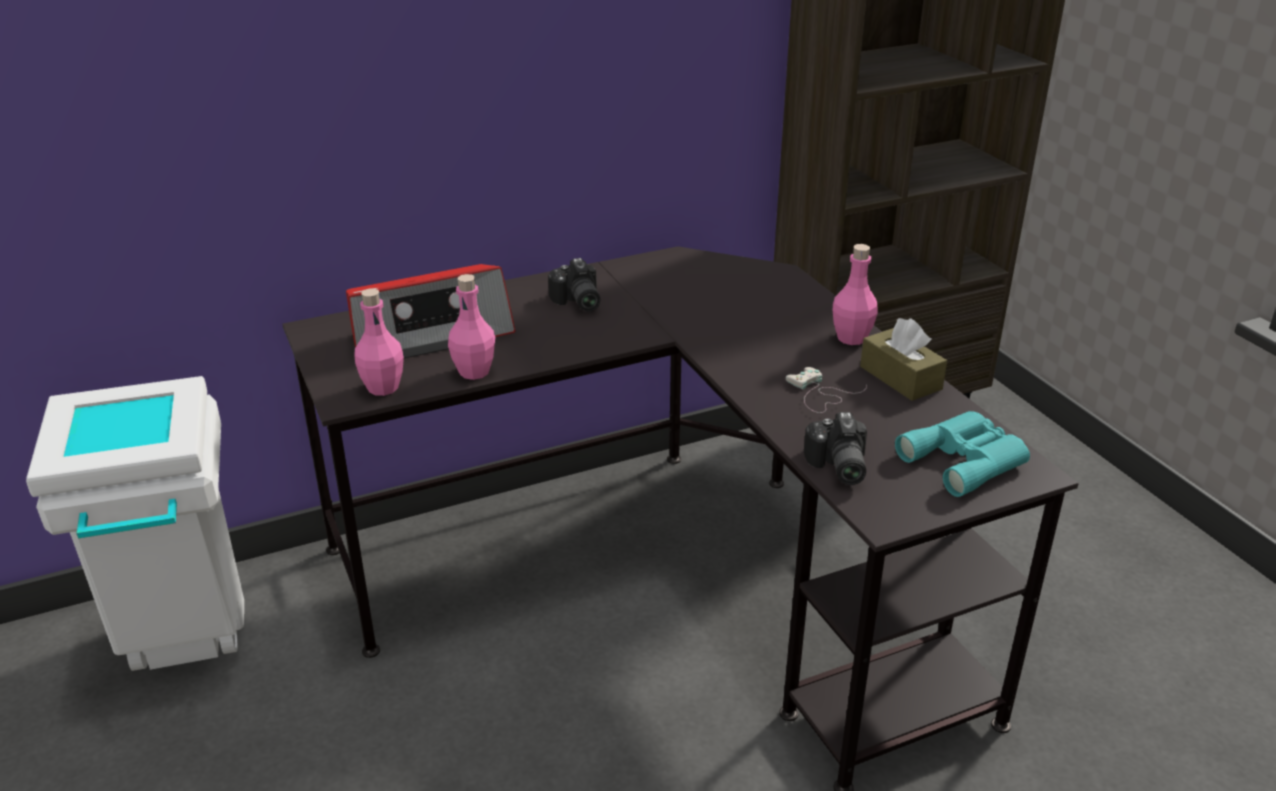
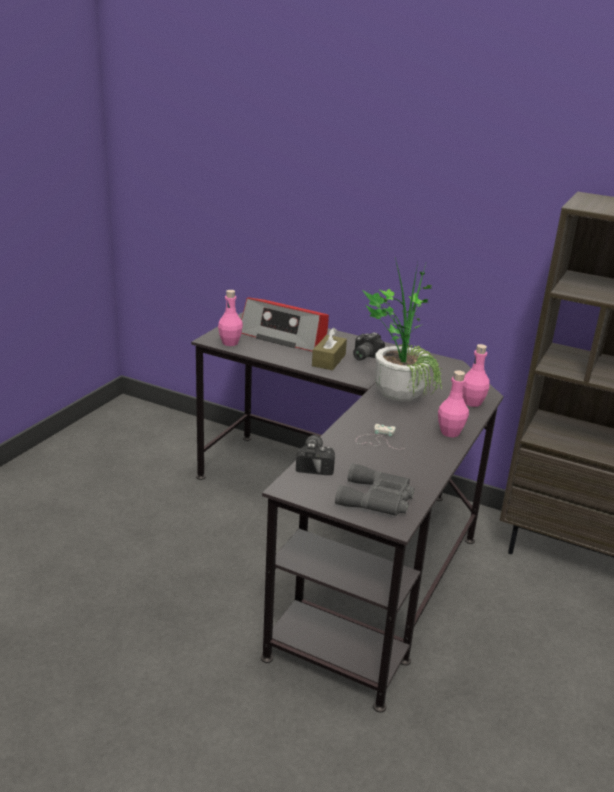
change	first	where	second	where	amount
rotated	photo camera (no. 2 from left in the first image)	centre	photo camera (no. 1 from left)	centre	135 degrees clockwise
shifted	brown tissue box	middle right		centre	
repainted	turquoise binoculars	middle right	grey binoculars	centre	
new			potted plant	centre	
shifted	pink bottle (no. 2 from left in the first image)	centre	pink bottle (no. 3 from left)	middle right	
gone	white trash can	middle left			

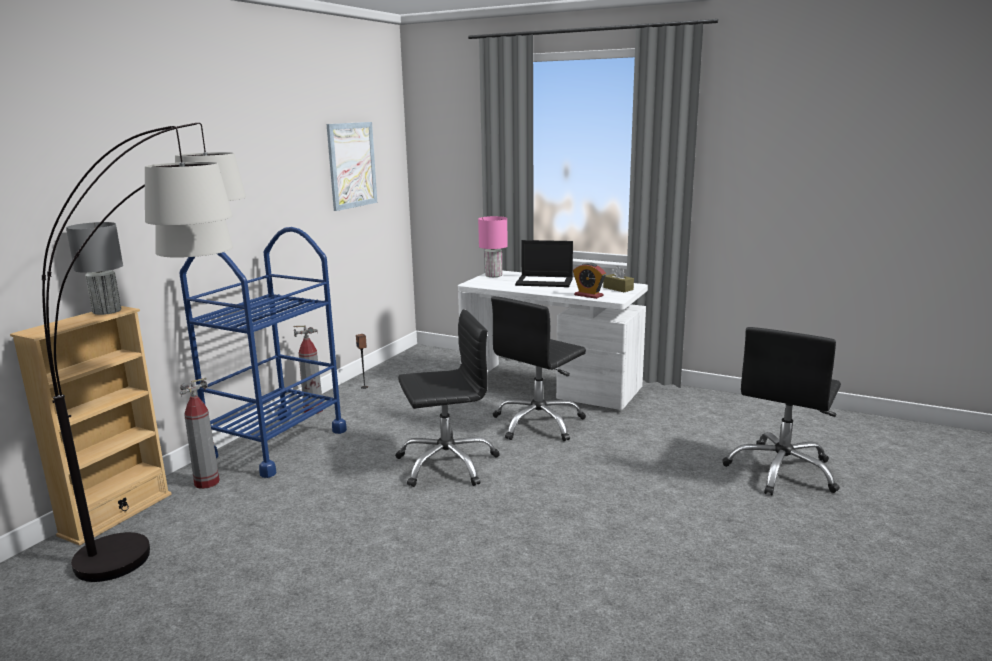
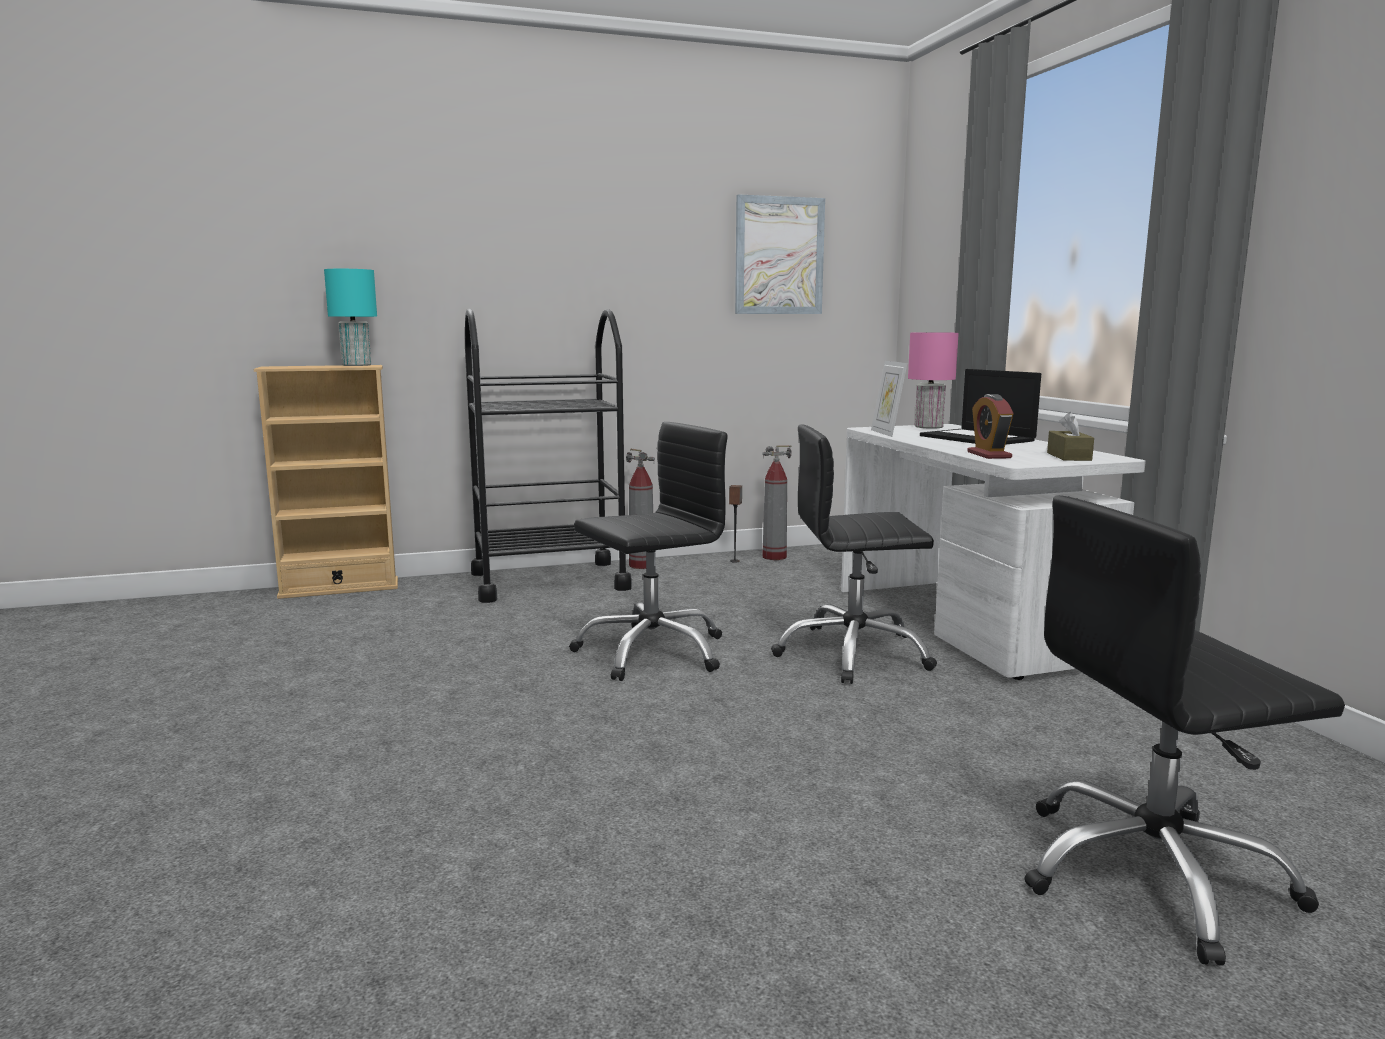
change	first	where	second	where	amount
repainted	grey table lamp	middle left	turquoise table lamp	top left	
repainted	blue cart	middle left	black cart	centre	
rotated	black office chair (no. 1 from left)	centre		centre	60 degrees counterclockwise
shifted	fire extinguisher (no. 1 from left in the first image)	middle left	fire extinguisher (no. 2 from left)	centre	
new			picture frame	centre	
gone	floor lamp	middle left			

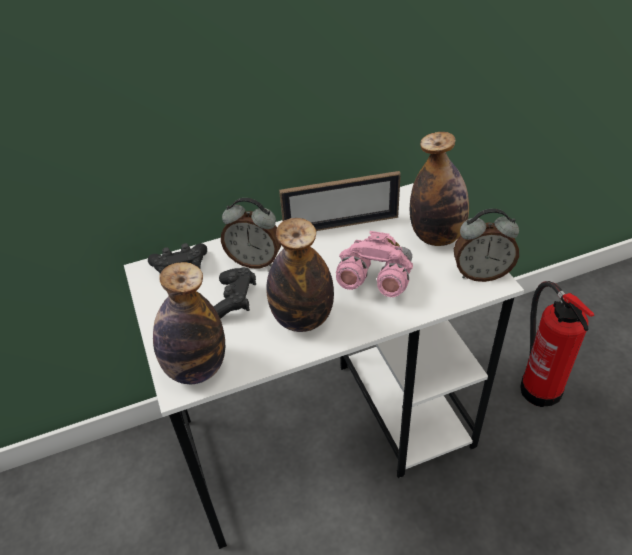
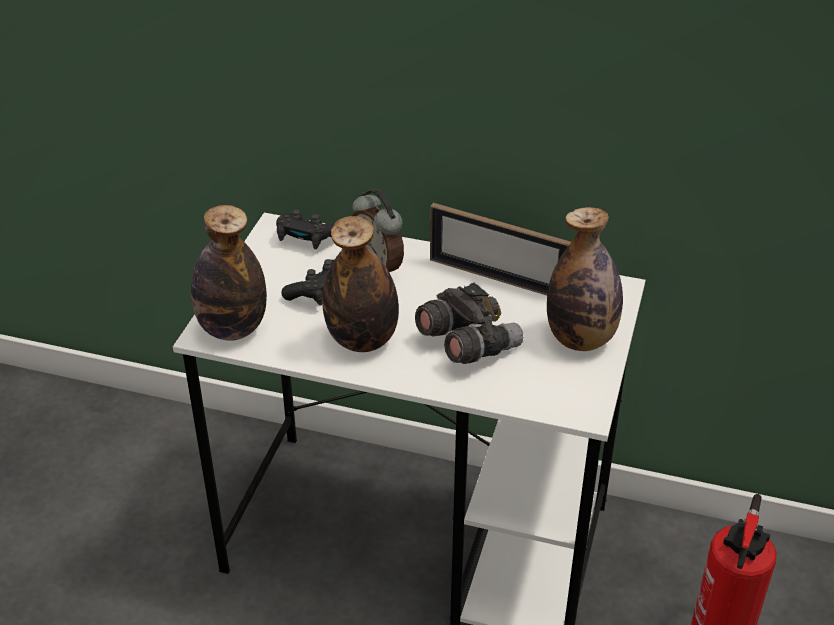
change	first	where	second	where	amount
repainted	pink binoculars	centre	grey binoculars	centre	
gone	alarm clock (no. 2 from left)	middle right			

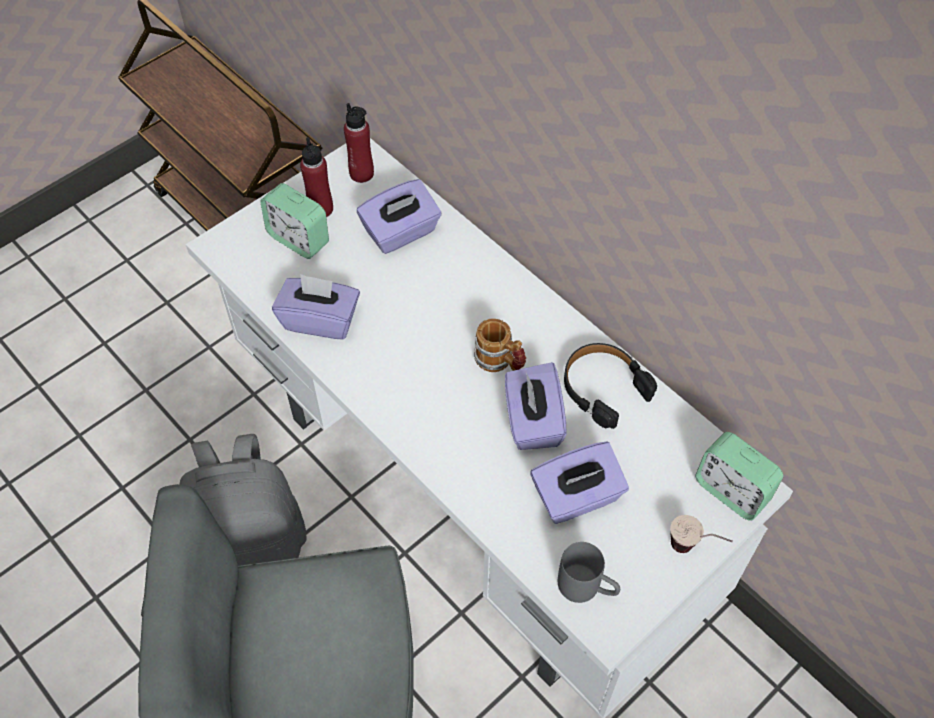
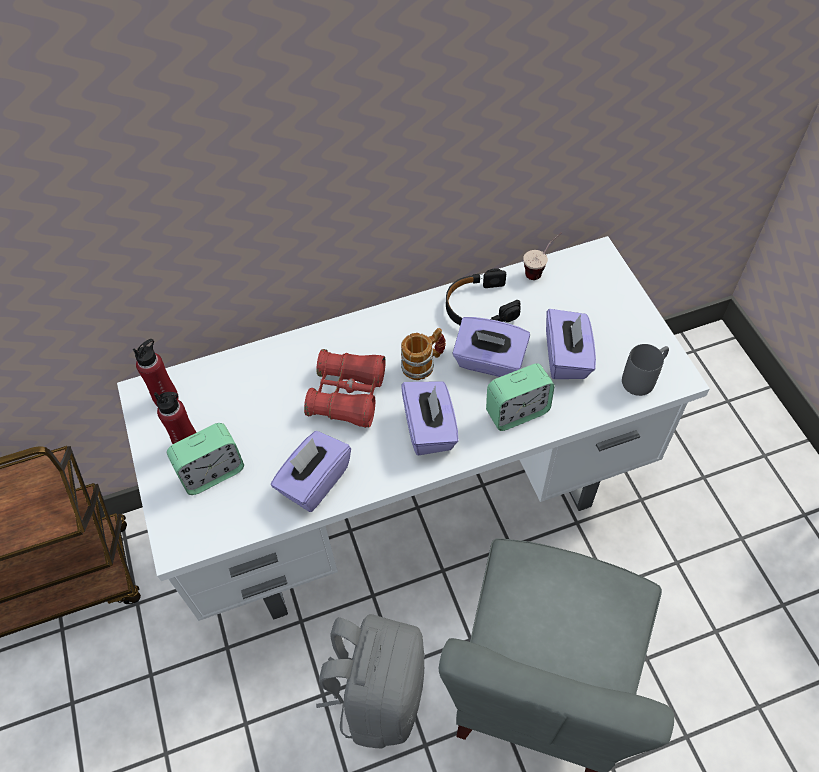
change	first	where	second	where	amount
new			red binoculars	centre	
shifted	purple tissue box (no. 2 from left)	top centre		centre	
shifted	alarm clock (no. 2 from left)	middle right		centre	
shifted	cup	bottom right		top centre	

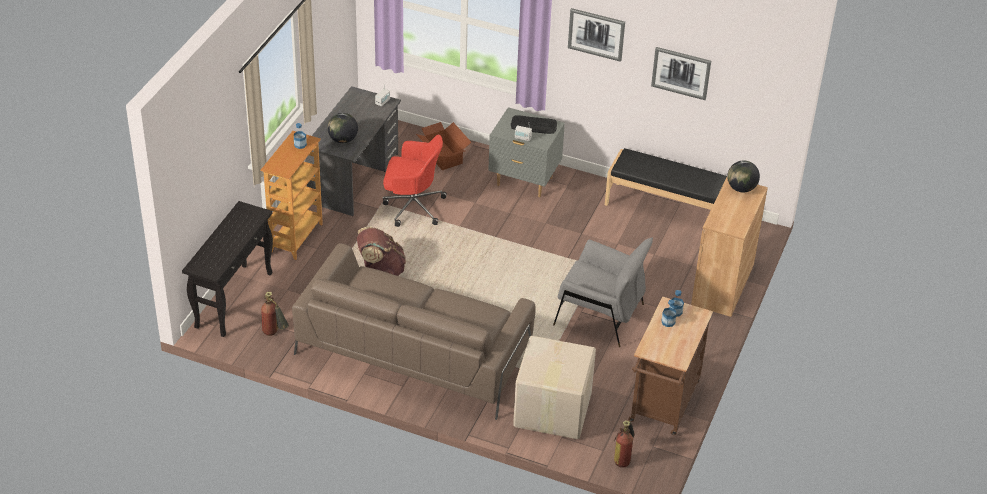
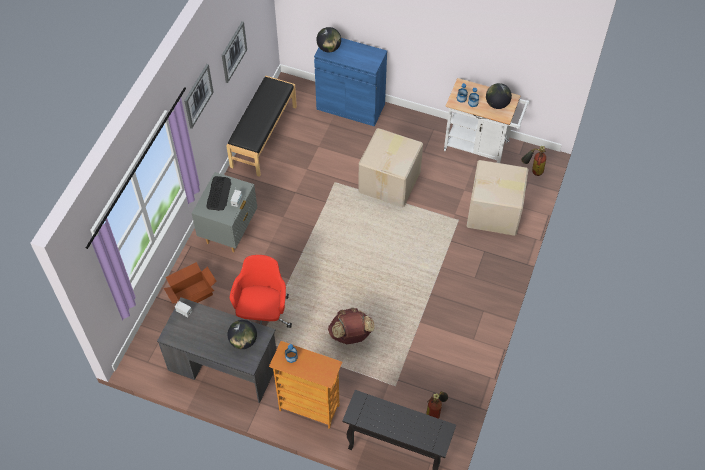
change	first	where	second	where	amount
repainted	brown cabinet	middle right	blue cabinet	top centre	
swapped	grey armchair	centre	cardboard box (no. 2 from left)	centre	
repainted	brown cart	bottom right	white cart	top right	
new			globe (no. 3 from left)	top right	
gone	brown sofa	bottom centre			

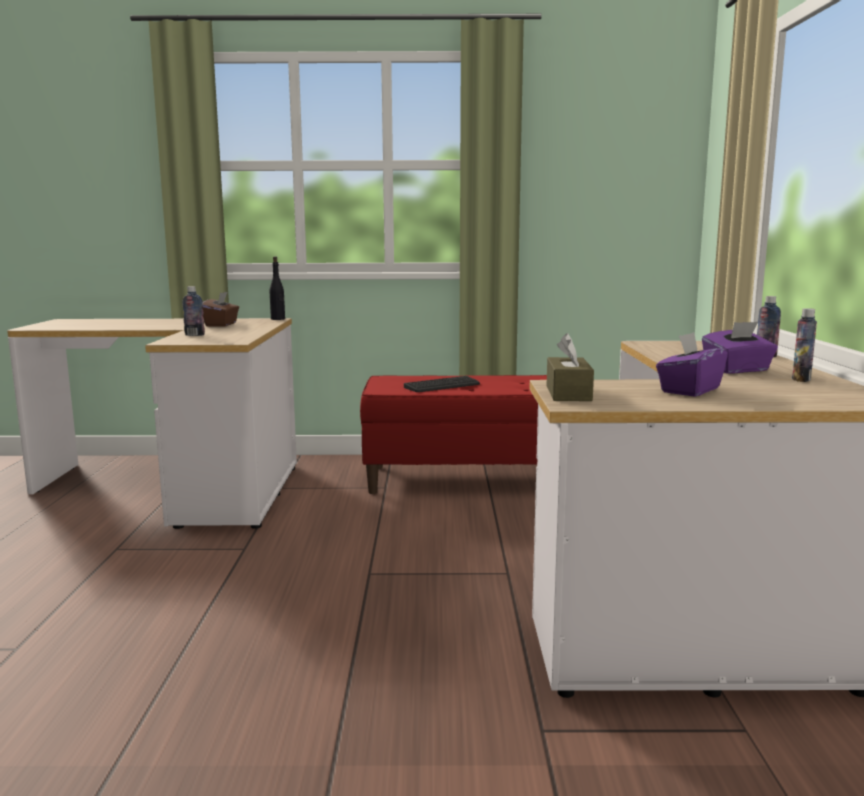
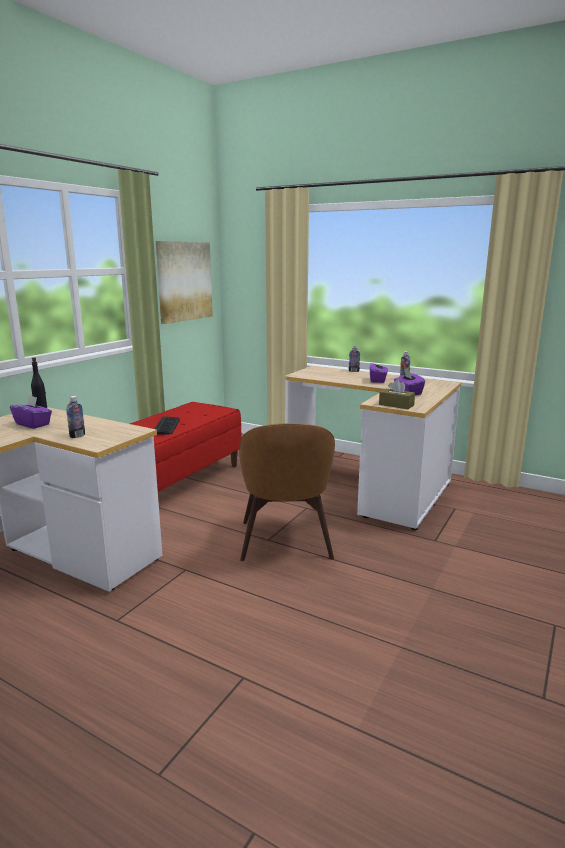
change	first	where	second	where	amount
repainted	brown tissue box (no. 1 from left)	middle left	purple tissue box (no. 1 from left)	middle left	
new			picture	top left	
new			brown chair	centre	

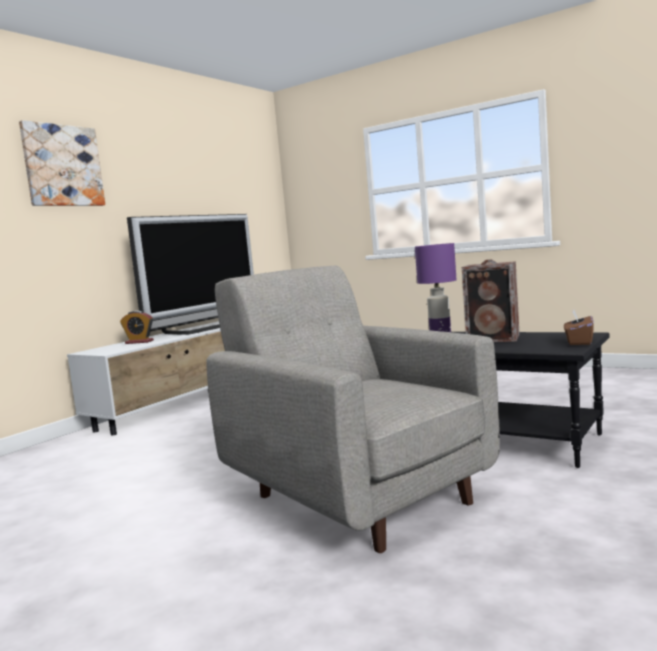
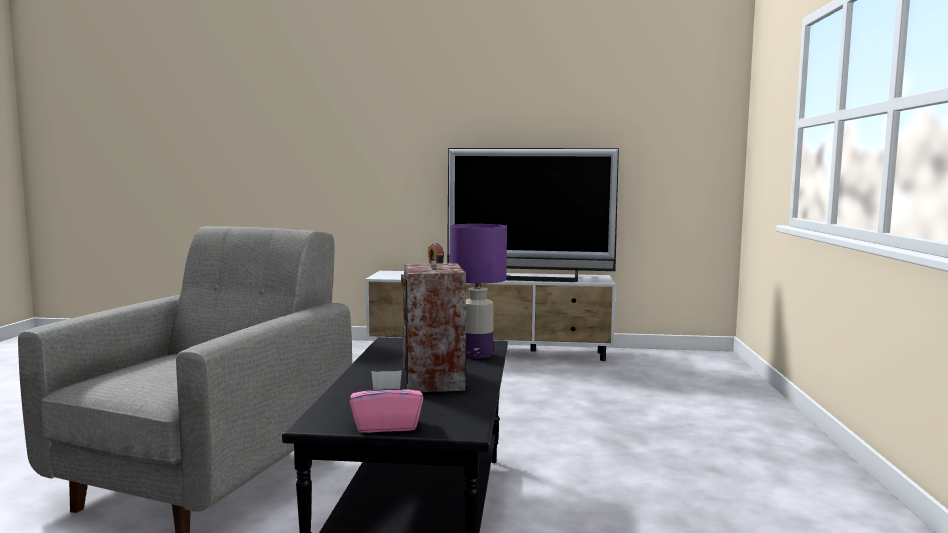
change	first	where	second	where	amount
repainted	brown tissue box	middle right	pink tissue box	bottom centre	
gone	picture	top left			

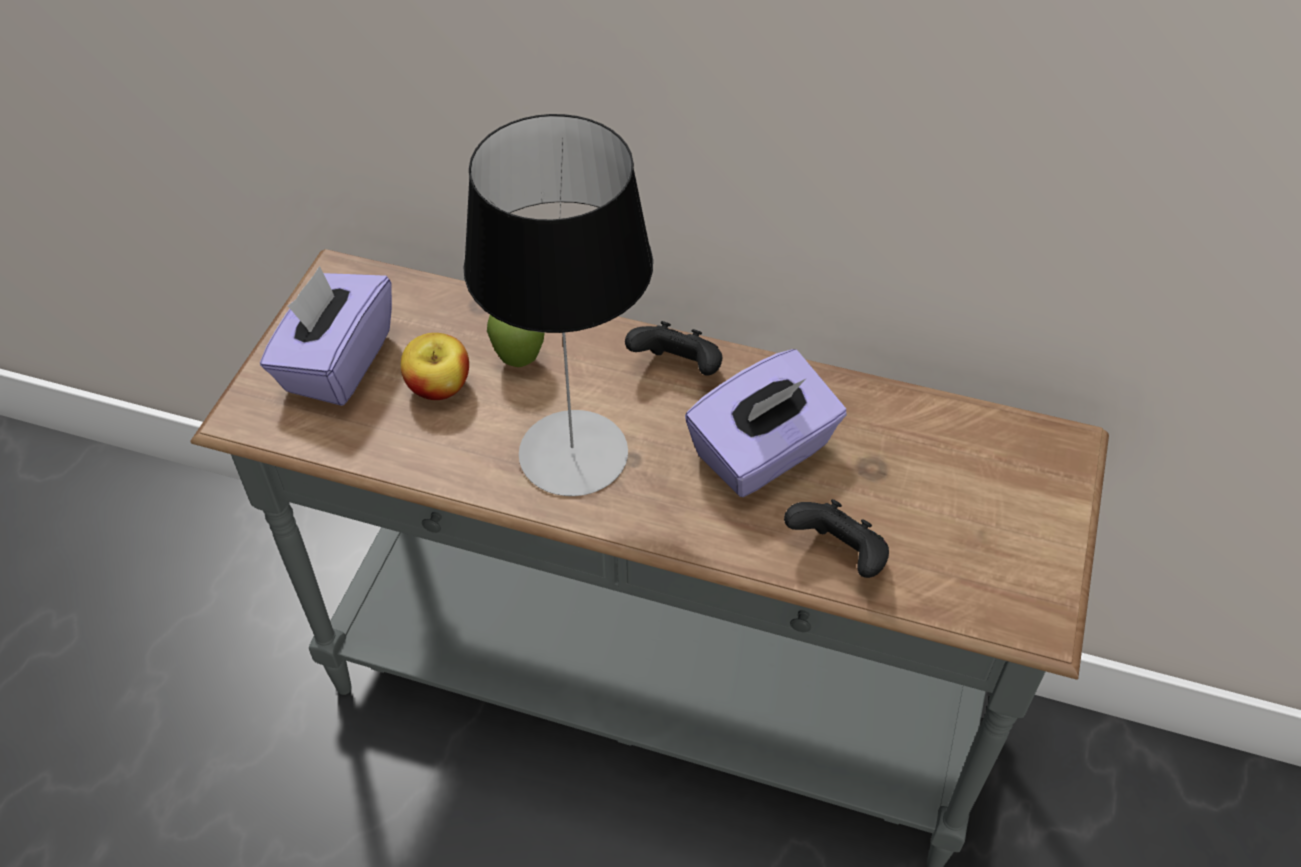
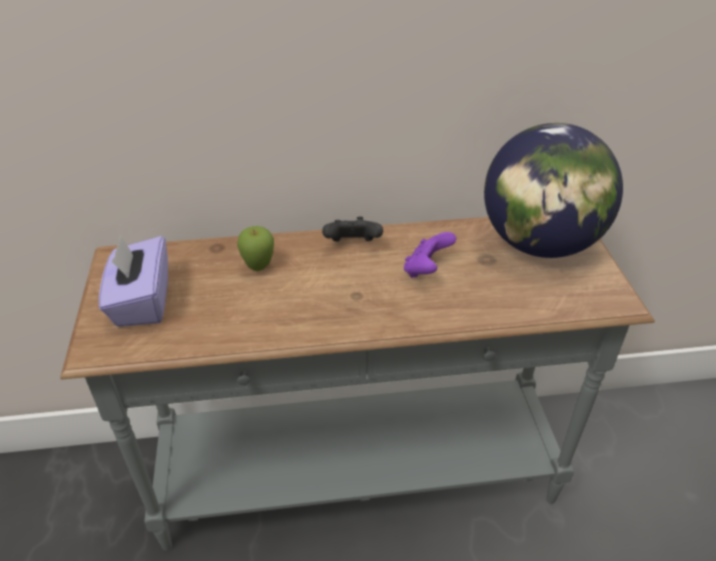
change	first	where	second	where	amount
swapped	purple tissue box (no. 2 from left)	centre	purple game controller	centre	
new			globe	middle right	
gone	apple (no. 1 from left)	centre			
gone	table lamp	centre			
gone	black game controller (no. 2 from left)	centre			

